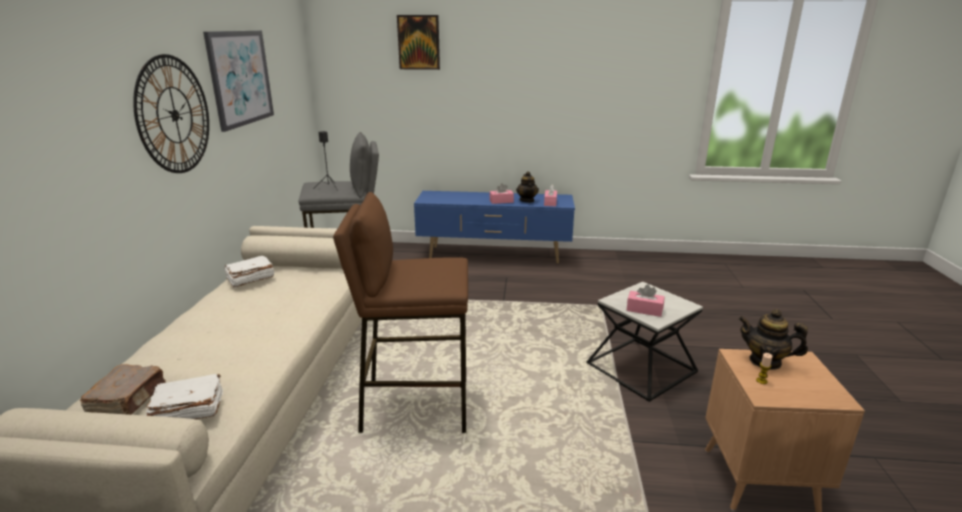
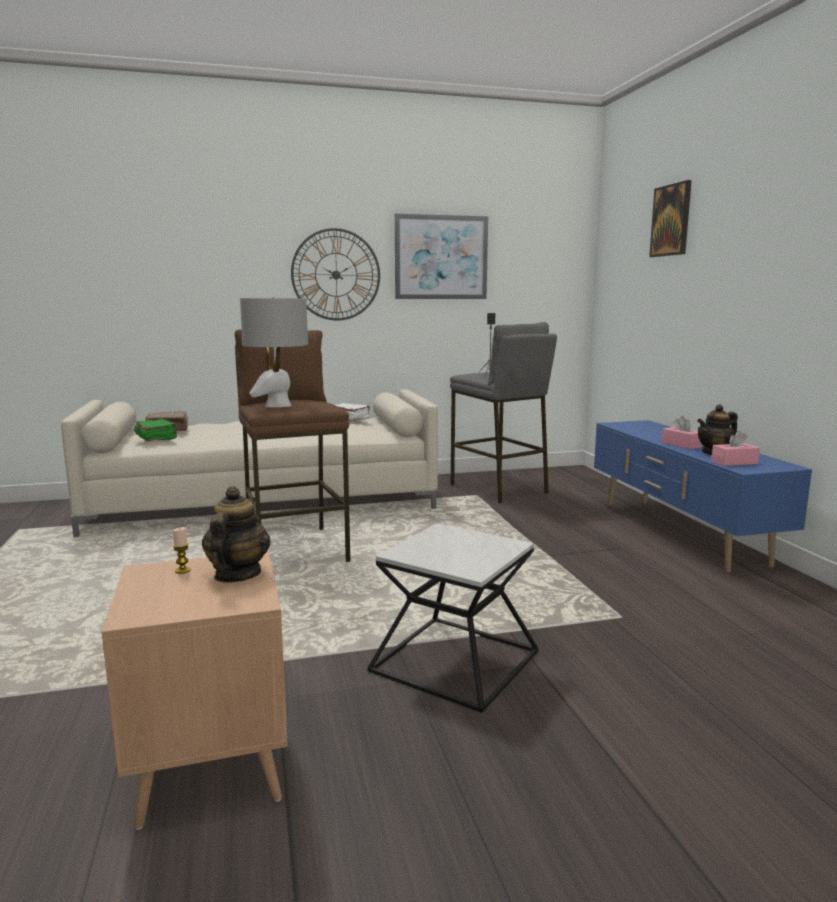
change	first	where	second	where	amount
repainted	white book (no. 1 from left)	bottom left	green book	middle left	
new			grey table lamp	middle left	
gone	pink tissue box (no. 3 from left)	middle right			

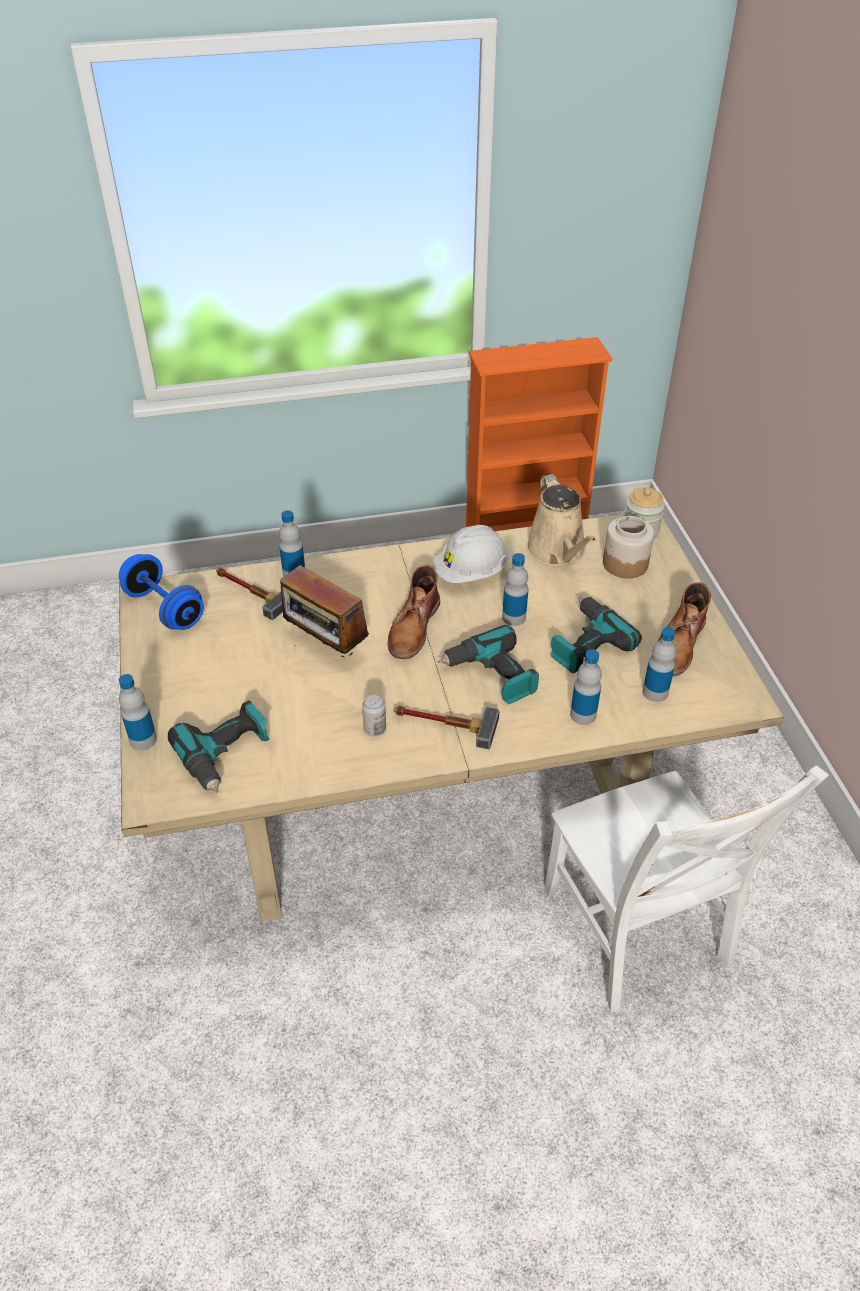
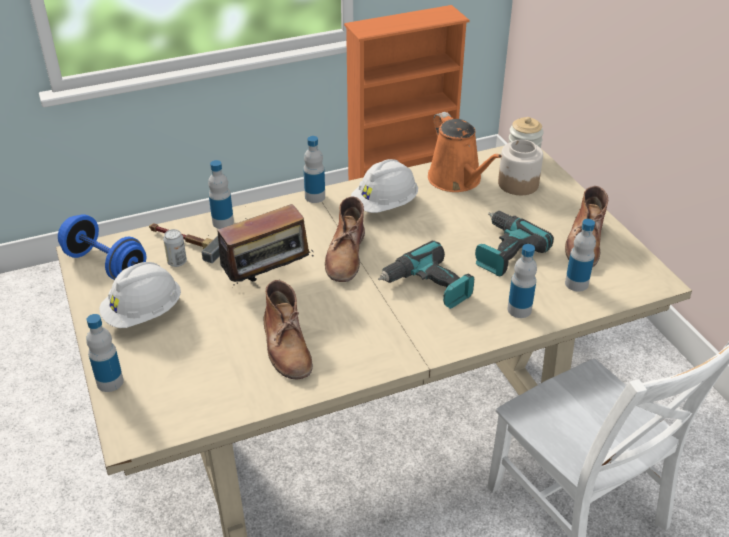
change	first	where	second	where	amount
new			white hard hat (no. 1 from left)	middle left	
shifted	can	centre		middle left	
rotated	radio	centre		centre	60 degrees counterclockwise
new			brown boot (no. 1 from left)	centre	
shifted	bottle (no. 3 from left)	centre		top centre	
repainted	beige watering can	centre	orange watering can	top centre	
gone	power drill (no. 1 from left)	middle left			
gone	hammer (no. 2 from left)	centre			

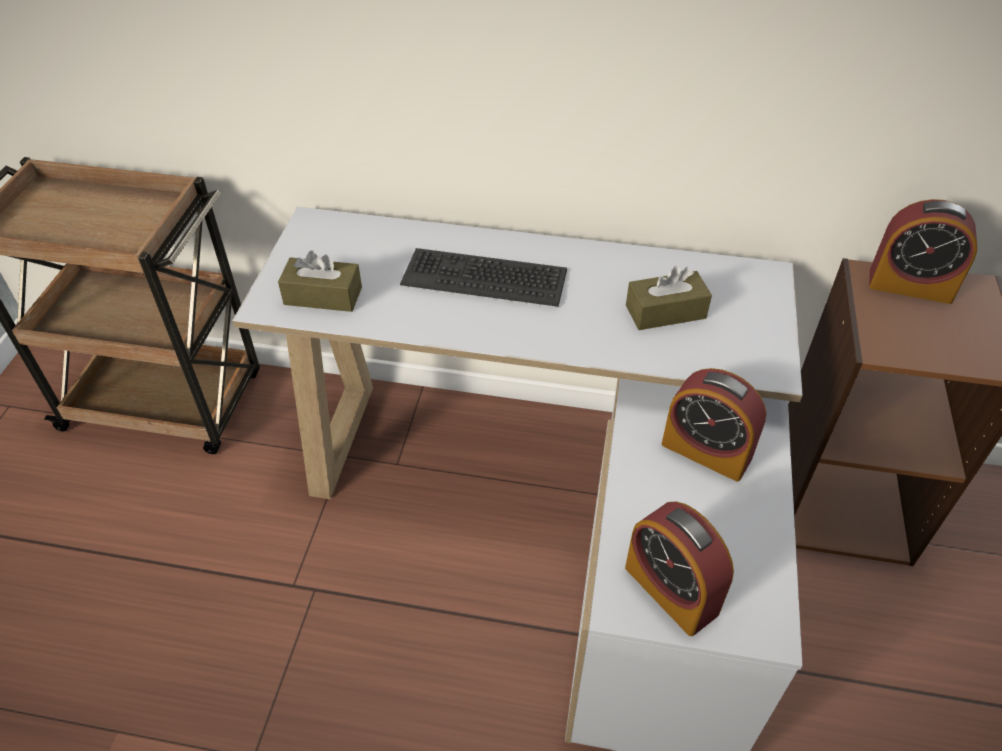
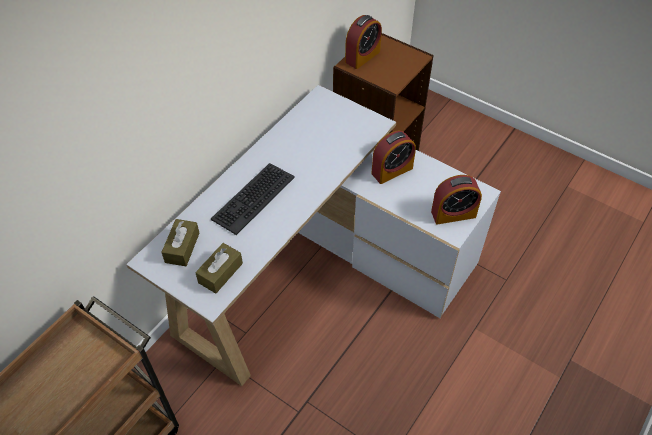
change	first	where	second	where	amount
shifted	brown tissue box (no. 2 from left in the first image)	middle right	brown tissue box (no. 1 from left)	middle left	

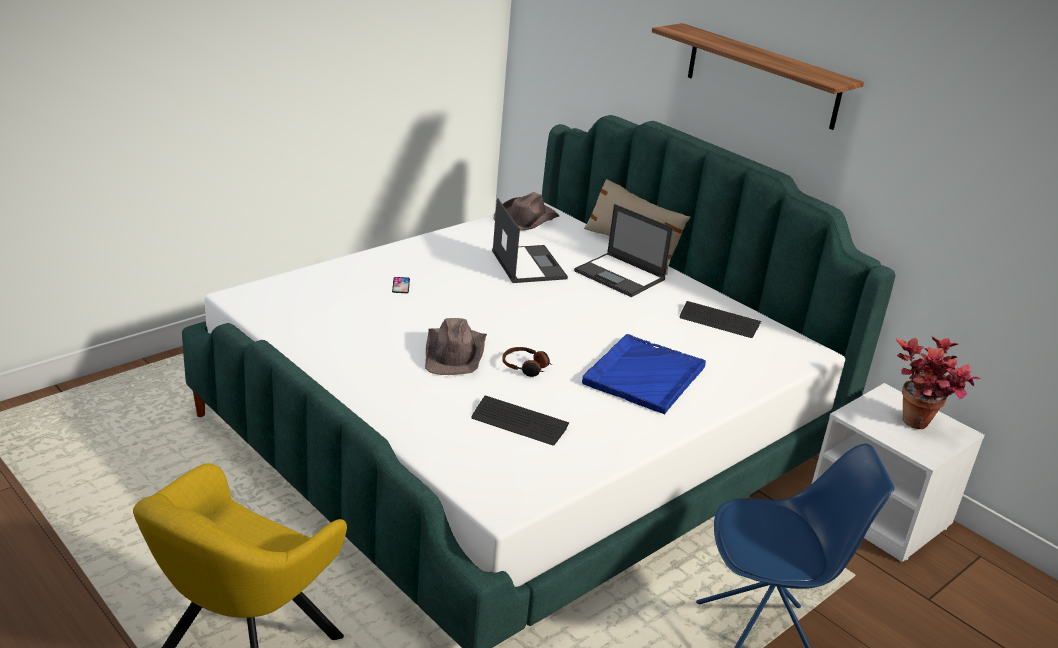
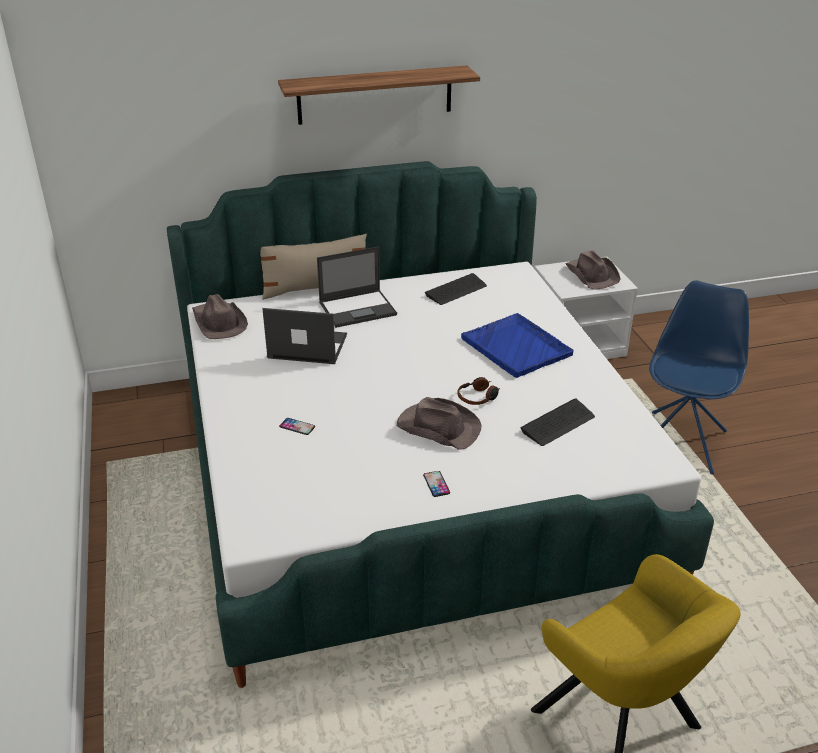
change	first	where	second	where	amount
new			phone (no. 2 from left)	centre	
swapped	potted plant	middle right	brown hat (no. 3 from left)	middle right	

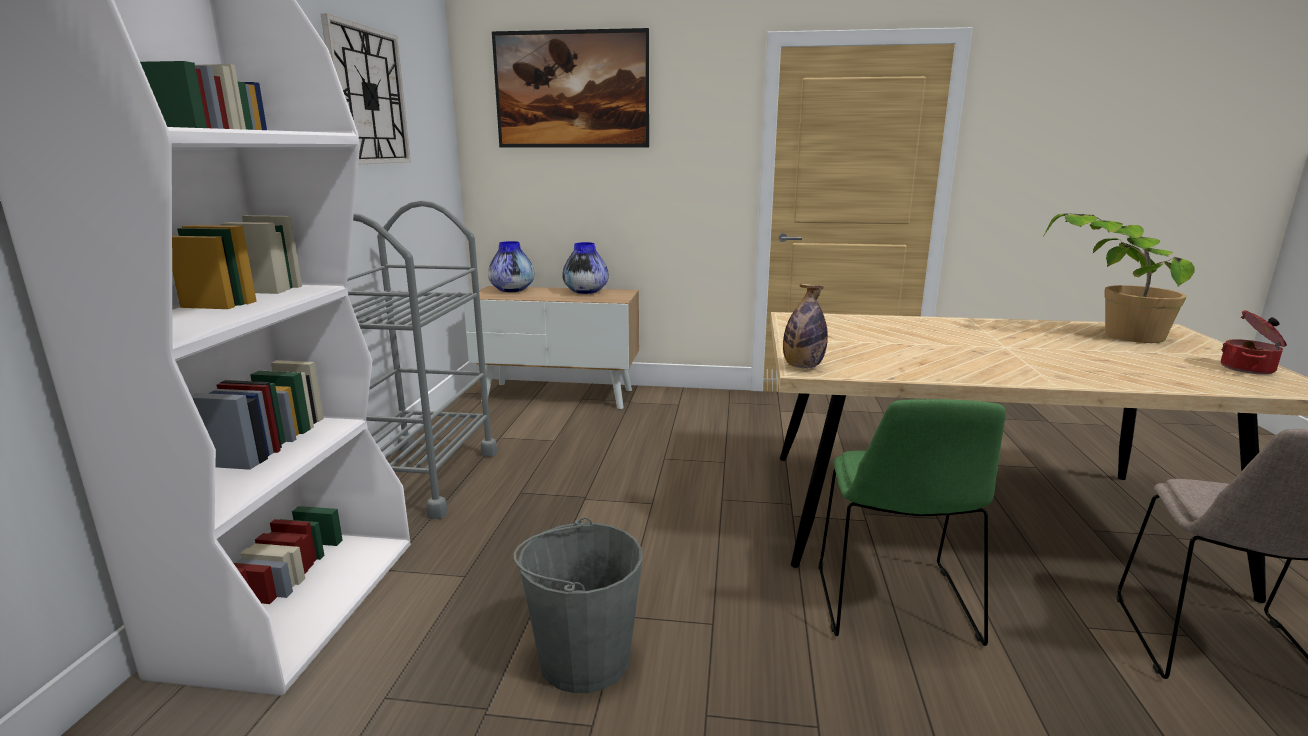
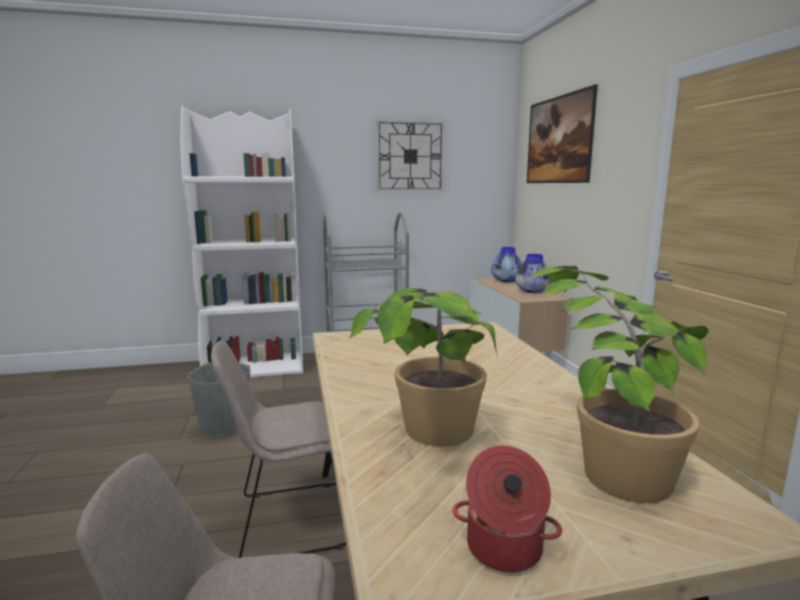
change	first	where	second	where	amount
repainted	green chair	bottom right	beige chair (no. 2 from left)	bottom centre	
new			potted plant (no. 1 from left)	centre	
gone	bottle	centre			

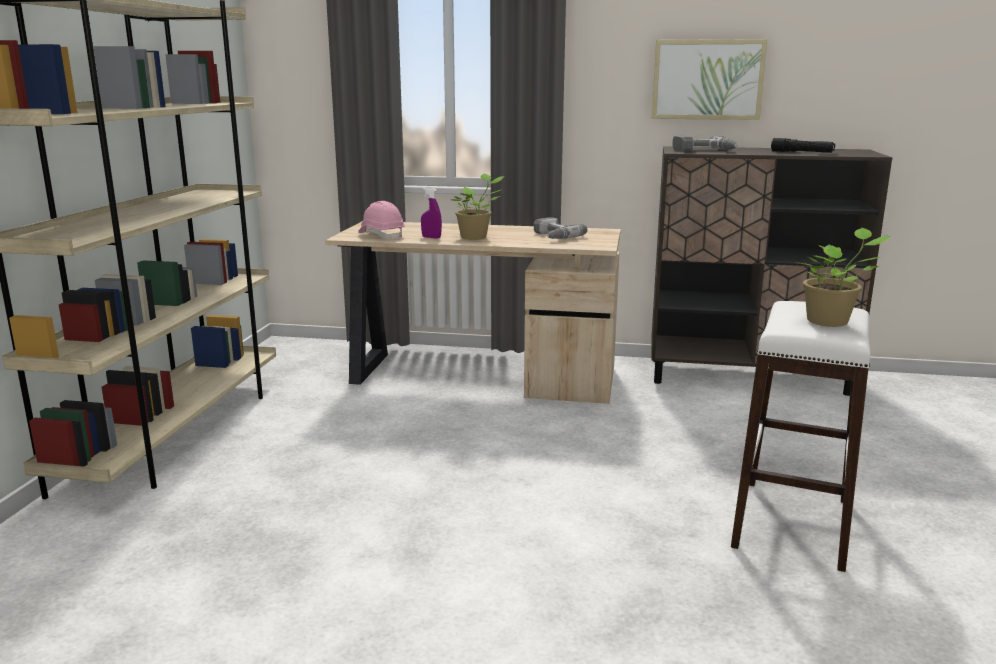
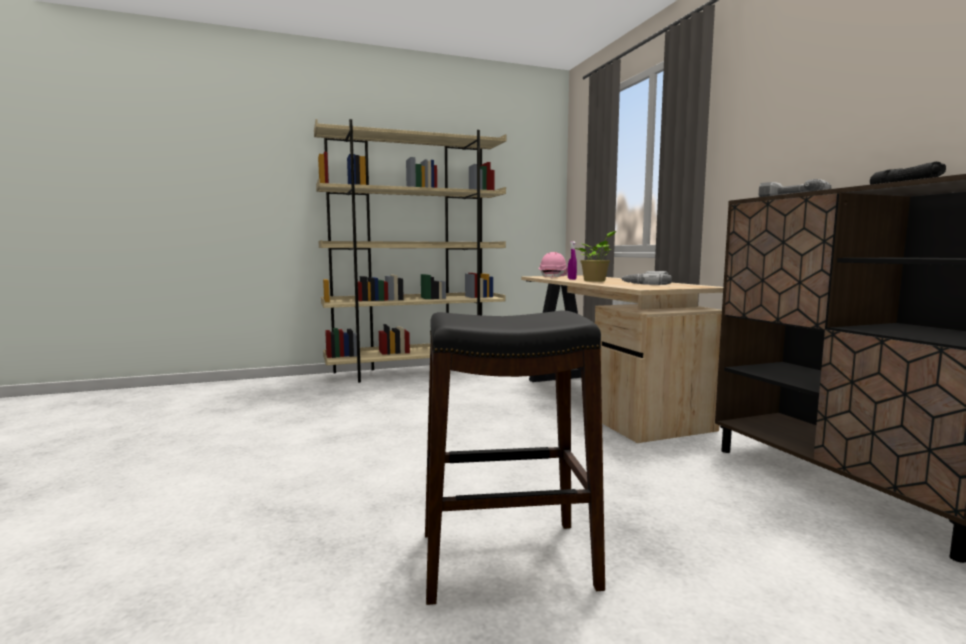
change	first	where	second	where	amount
repainted	white stool	middle right	black stool	bottom centre	
gone	picture	top right			
gone	potted plant (no. 2 from left)	middle right			

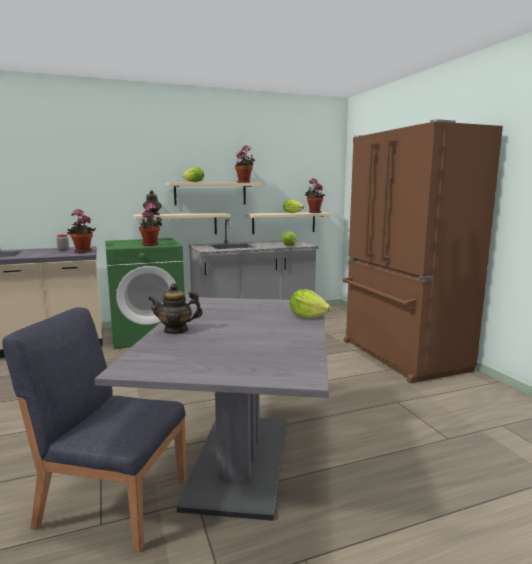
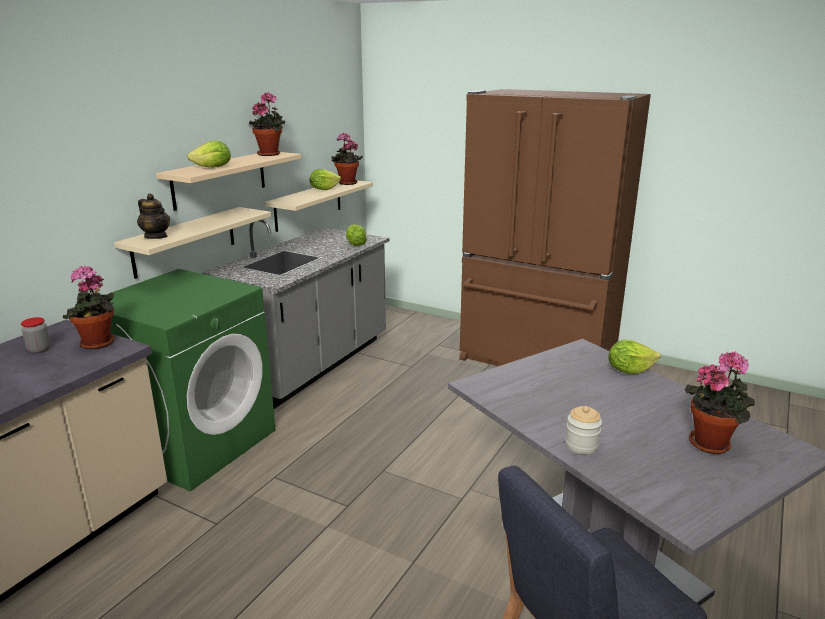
change	first	where	second	where	amount
swapped	teapot (no. 2 from left)	middle left	jar (no. 2 from left)	bottom right	
shifted	potted plant (no. 2 from left in the first image)	middle left	potted plant (no. 4 from left)	middle right	

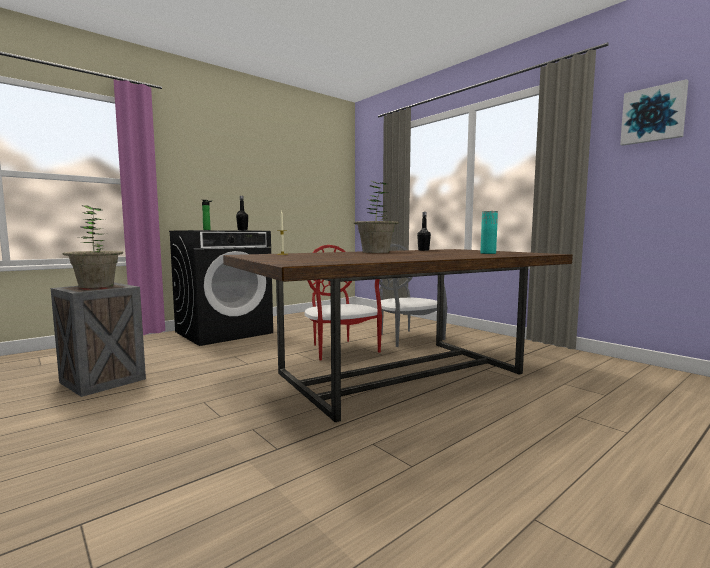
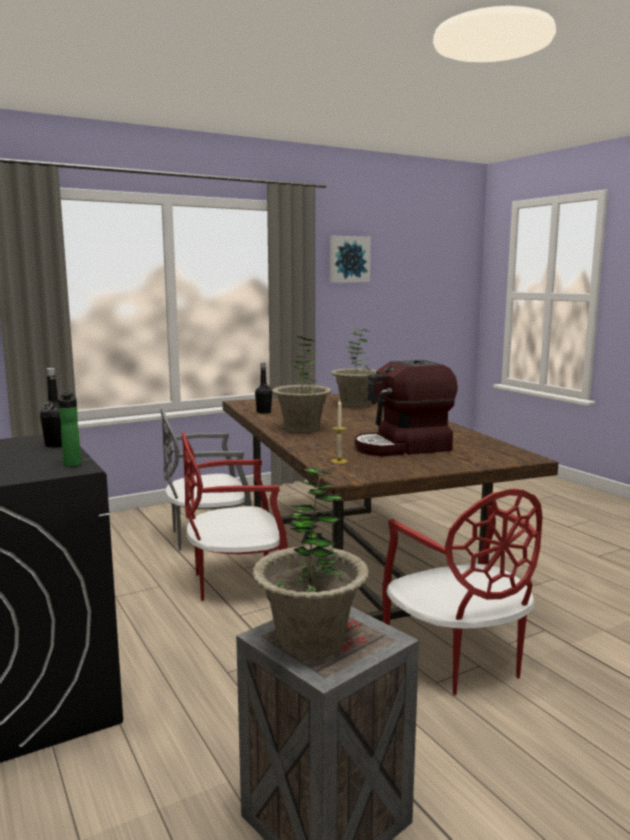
change	first	where	second	where	amount
swapped	turquoise vase	middle right	potted plant (no. 3 from left)	centre	
new			coffee machine	centre	
new			red chair (no. 2 from left)	bottom right	

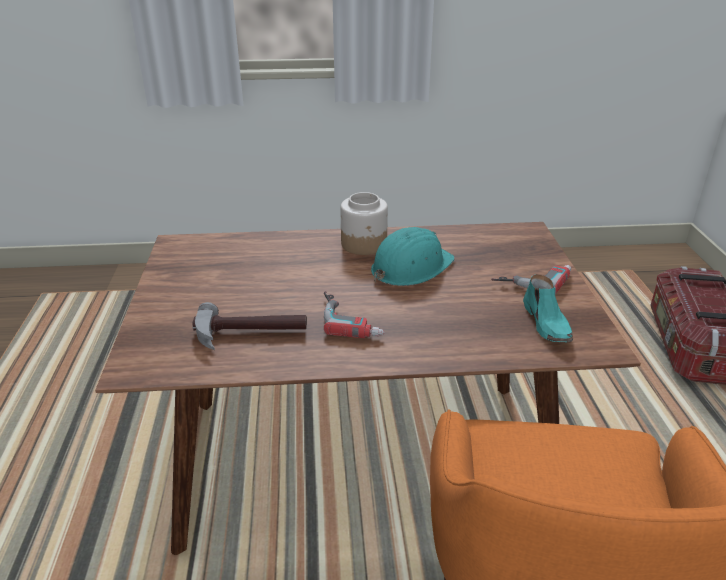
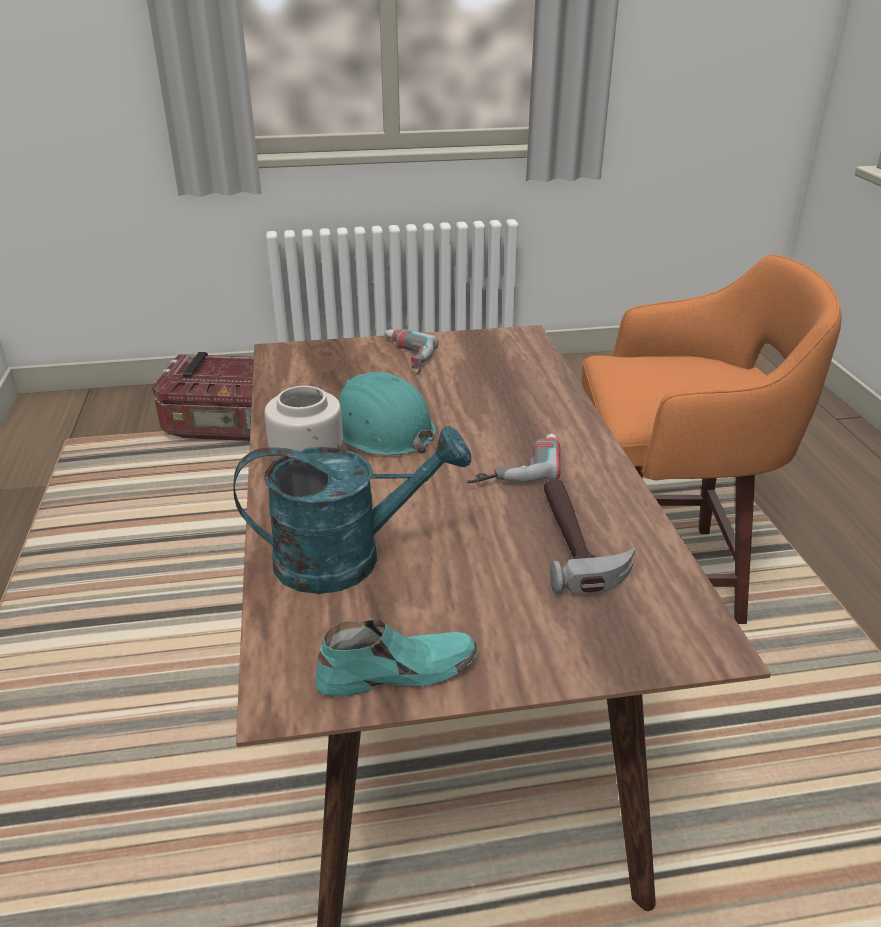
change	first	where	second	where	amount
new			turquoise watering can	centre	
shifted	turquoise shoe	middle right		bottom centre	

